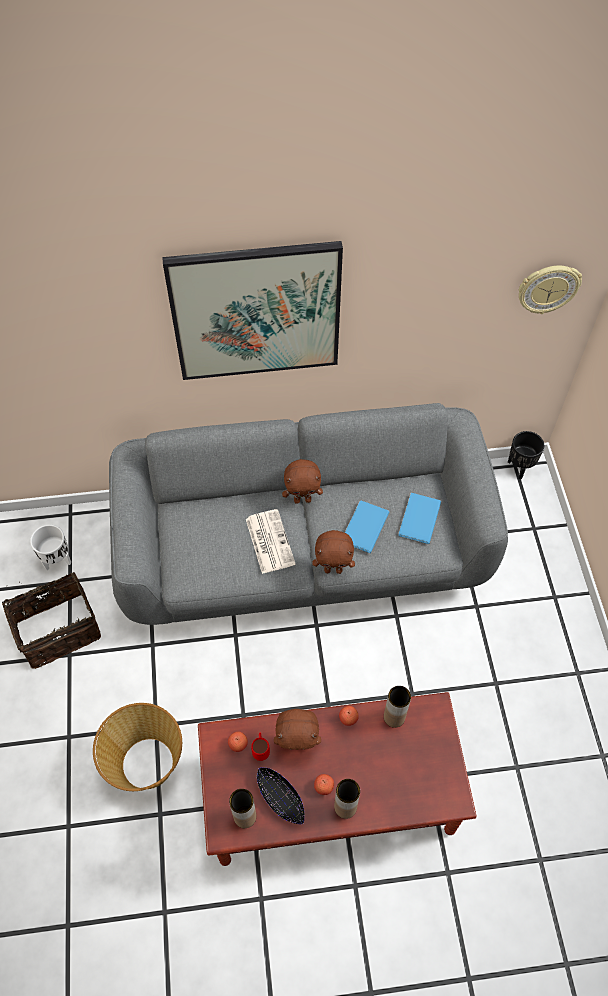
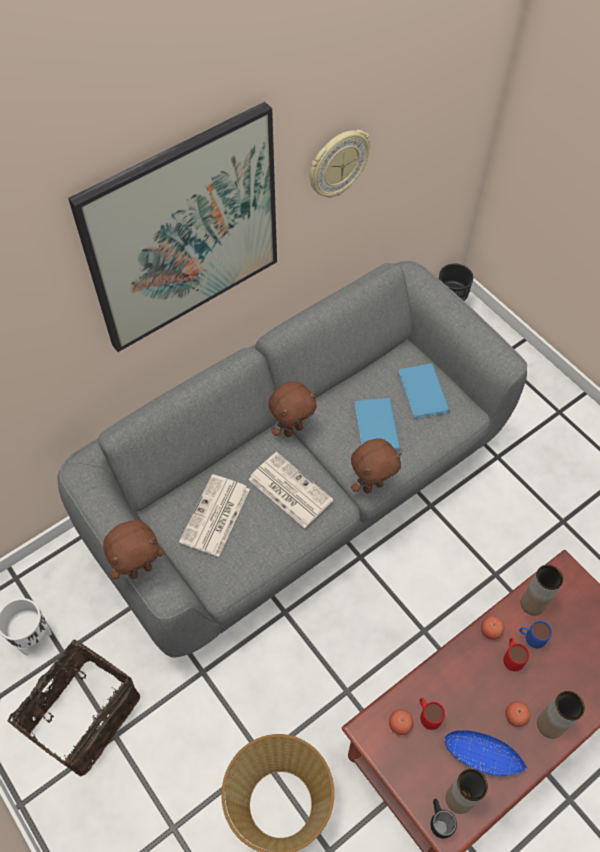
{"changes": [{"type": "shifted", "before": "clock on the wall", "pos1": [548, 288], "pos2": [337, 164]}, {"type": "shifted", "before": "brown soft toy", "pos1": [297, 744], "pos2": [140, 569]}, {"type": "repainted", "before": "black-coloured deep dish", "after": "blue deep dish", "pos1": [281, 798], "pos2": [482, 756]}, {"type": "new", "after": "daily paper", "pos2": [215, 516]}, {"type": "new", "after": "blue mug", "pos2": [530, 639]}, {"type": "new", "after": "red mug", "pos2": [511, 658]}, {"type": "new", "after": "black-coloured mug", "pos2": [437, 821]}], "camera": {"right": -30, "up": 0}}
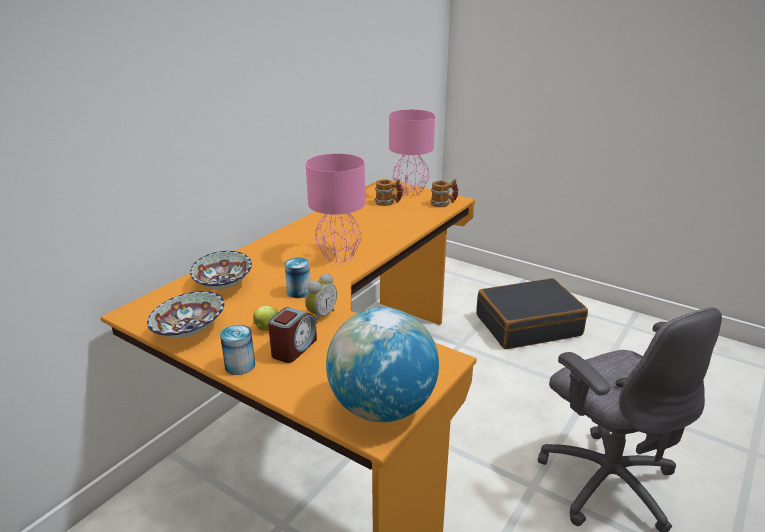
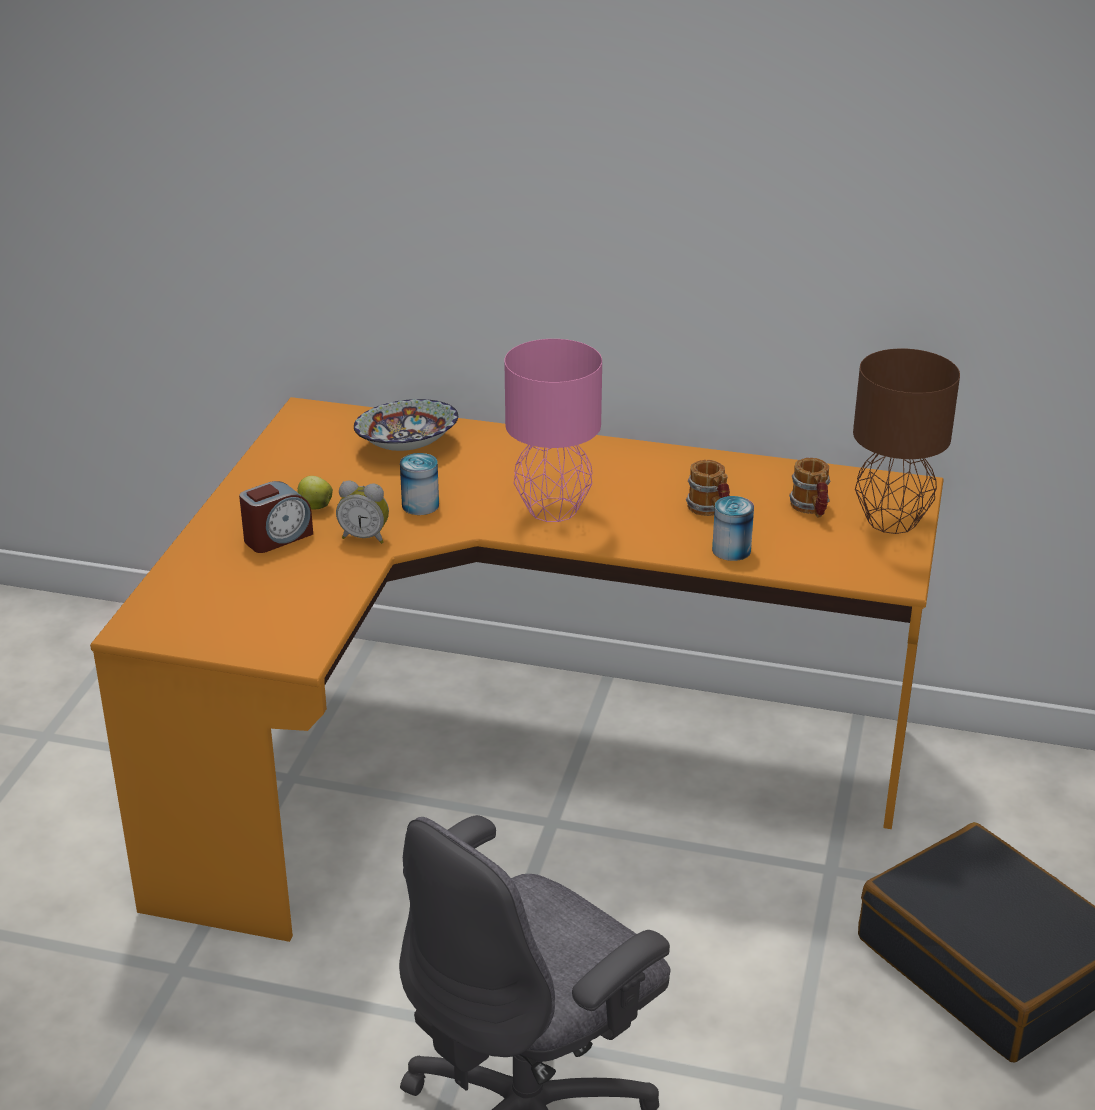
{"changes": [{"type": "repainted", "before": "pink-coloured lamp for a table", "after": "brown lamp for a table", "pos1": [411, 191], "pos2": [893, 521]}, {"type": "shifted", "before": "mug", "pos1": [443, 203], "pos2": [710, 510]}, {"type": "gone", "before": "deep dish", "pos1": [190, 331]}, {"type": "rotated", "before": "alarm clock", "pos1": [293, 348], "pos2": [277, 537], "turn": -45}, {"type": "gone", "before": "world globe", "pos1": [382, 408]}, {"type": "shifted", "before": "sealed can", "pos1": [240, 365], "pos2": [731, 550]}], "camera": {"right": 70, "up": 5}}
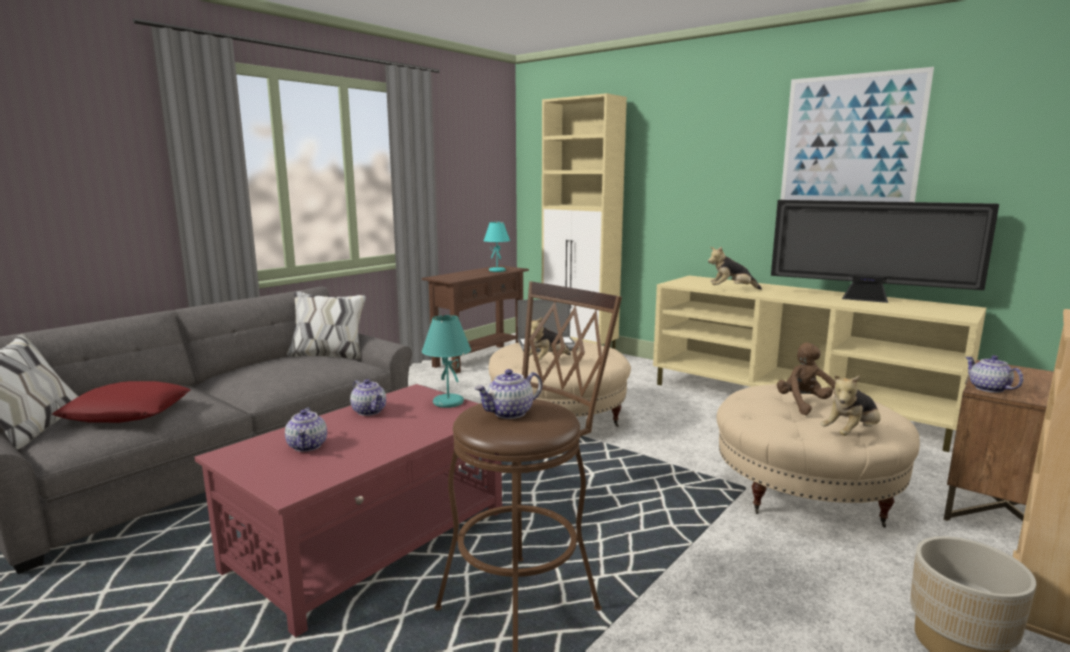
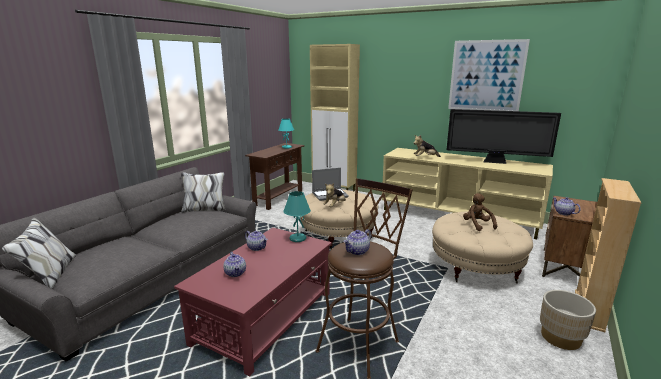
{"changes": [{"type": "gone", "before": "soft toy", "pos1": [851, 433]}, {"type": "gone", "before": "red throw pillow", "pos1": [126, 412]}], "camera": {"right": -10, "up": 5}}
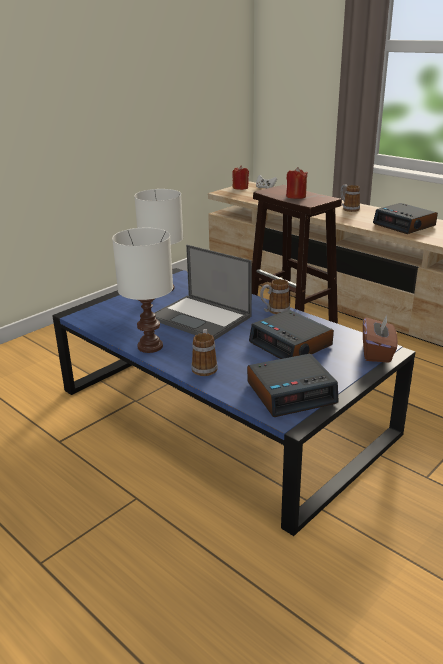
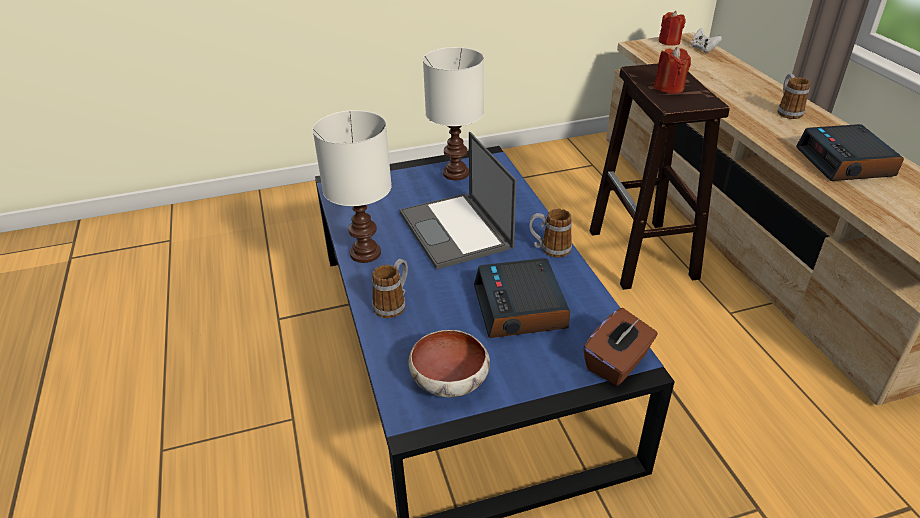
{"changes": [{"type": "swapped", "before": "alarm clock", "after": "deep dish", "pos1": [291, 392], "pos2": [451, 381]}], "camera": {"right": 30, "up": 10}}
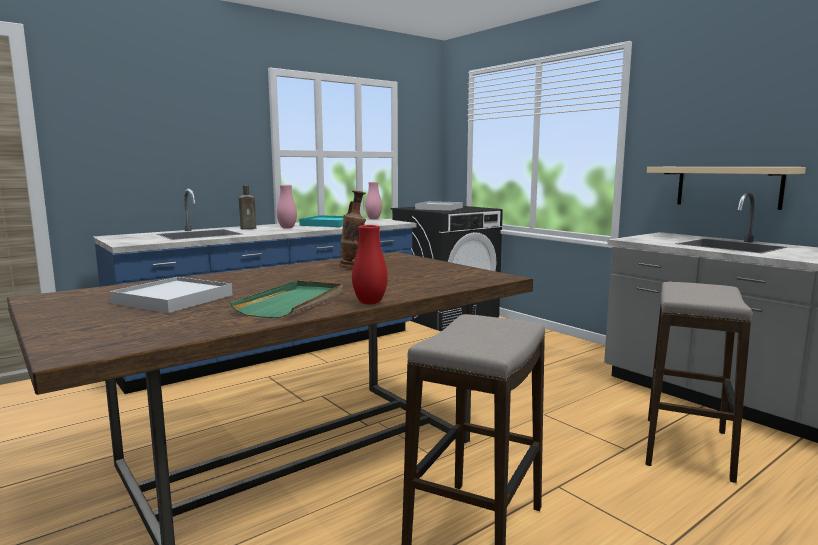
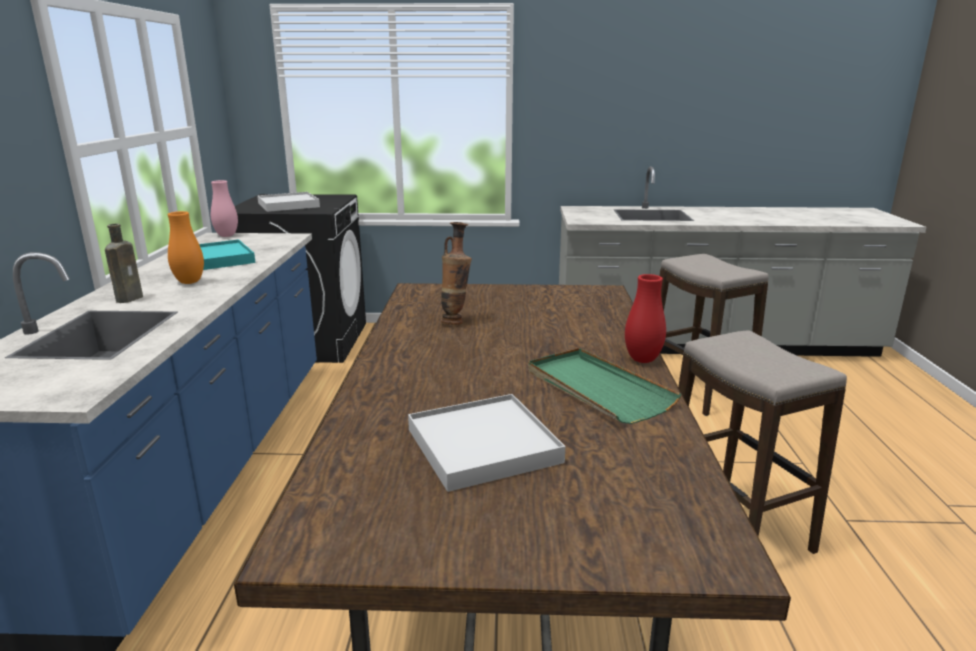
{"changes": [{"type": "gone", "before": "beige shelf", "pos1": [728, 186]}, {"type": "repainted", "before": "pink-coloured flower vase", "after": "orange flower vase", "pos1": [287, 228], "pos2": [189, 282]}], "camera": {"right": -50, "up": 10}}
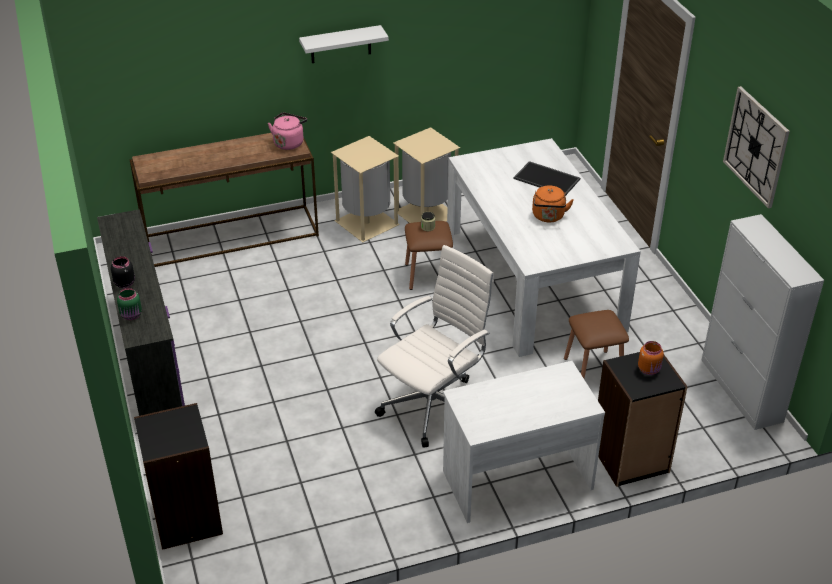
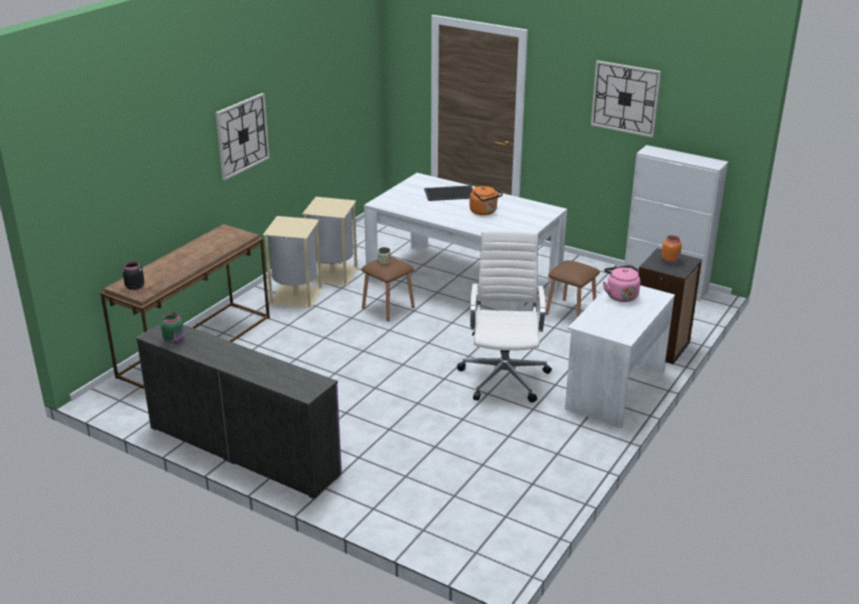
{"changes": [{"type": "swapped", "before": "white-coloured shelf", "after": "clock on the wall", "pos1": [340, 44], "pos2": [242, 135]}, {"type": "shifted", "before": "pink-coloured kettle", "pos1": [289, 142], "pos2": [620, 295]}, {"type": "shifted", "before": "black-coloured storage jar", "pos1": [125, 283], "pos2": [134, 287]}, {"type": "shifted", "before": "green-coloured storage jar", "pos1": [132, 315], "pos2": [174, 340]}, {"type": "gone", "before": "black-coloured bookshelf", "pos1": [186, 518]}], "camera": {"right": -40, "up": -10}}
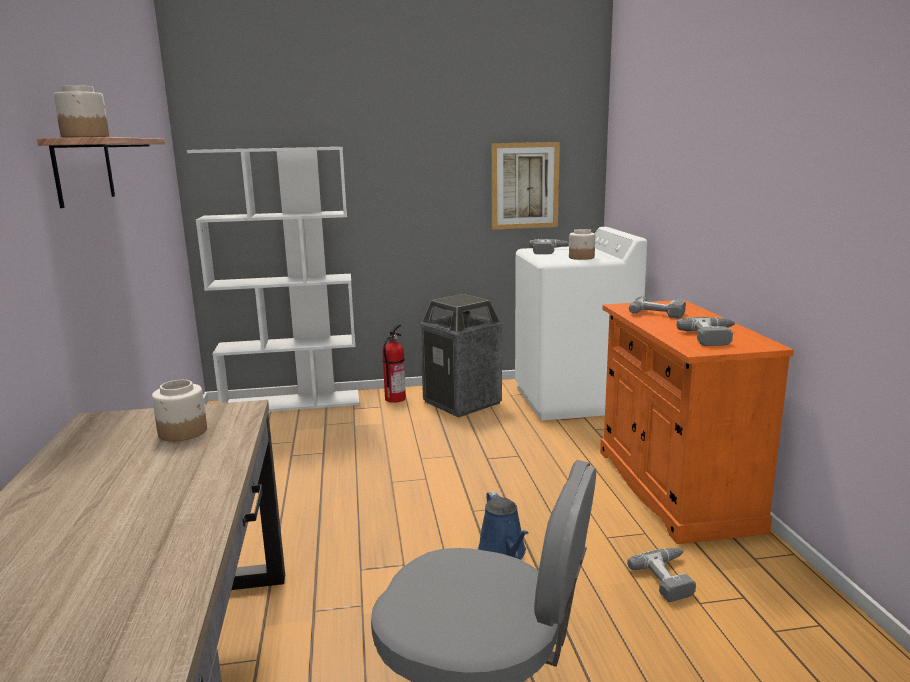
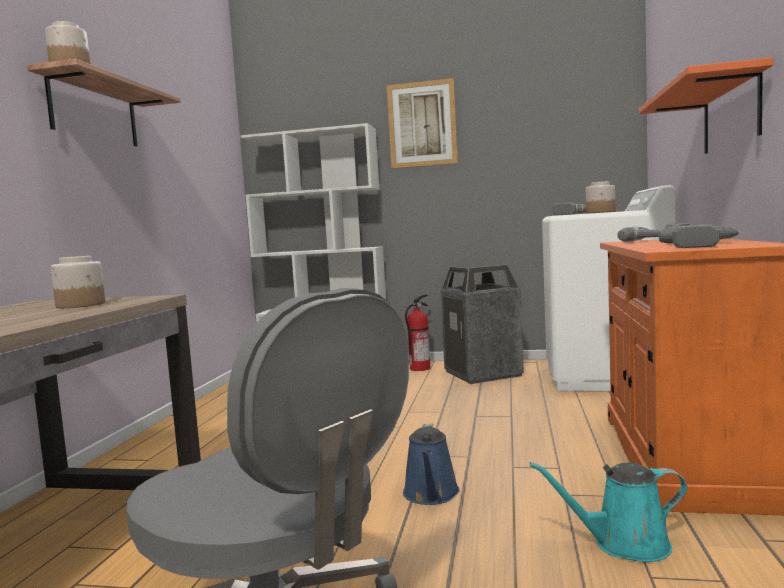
{"changes": [{"type": "shifted", "before": "wall art", "pos1": [525, 186], "pos2": [422, 124]}, {"type": "swapped", "before": "drill", "after": "turquoise-coloured sprinkling can", "pos1": [670, 578], "pos2": [624, 544]}, {"type": "new", "after": "orange shelf", "pos2": [730, 114]}], "camera": {"right": 20, "up": -10}}
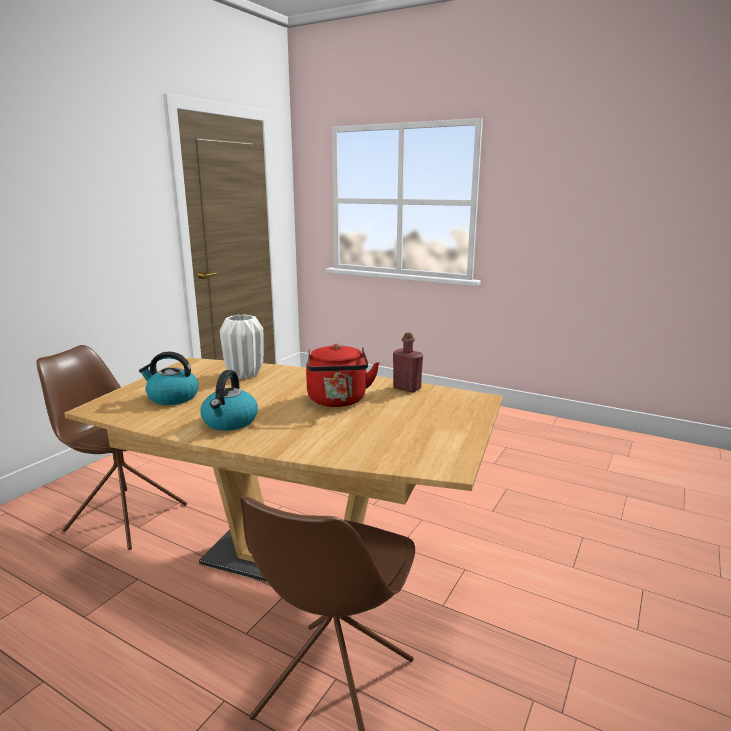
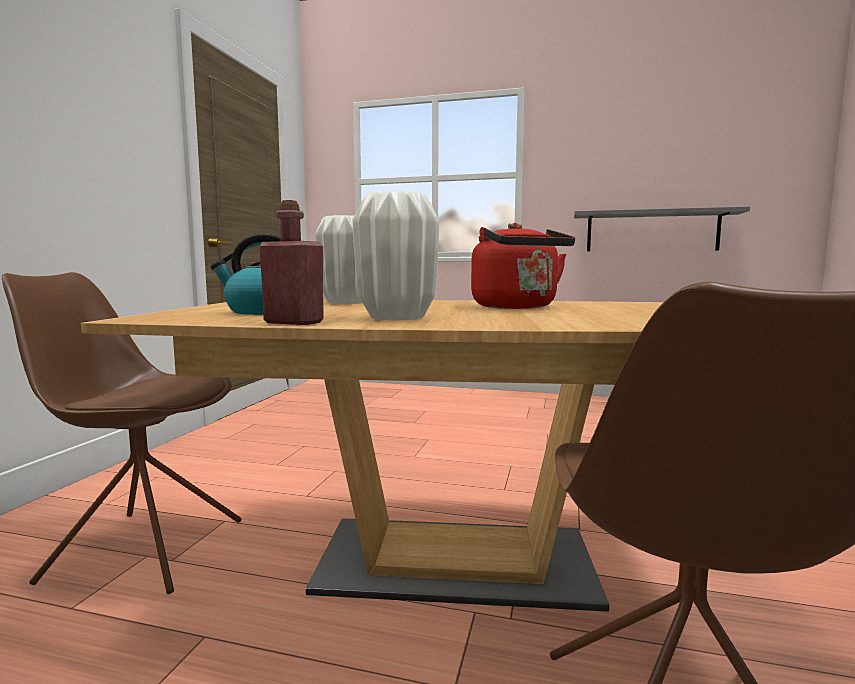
{"changes": [{"type": "shifted", "before": "red beverage bottle", "pos1": [407, 388], "pos2": [294, 322]}, {"type": "swapped", "before": "kettle", "after": "white-coloured flower vase", "pos1": [230, 422], "pos2": [397, 318]}, {"type": "new", "after": "greyish shelf", "pos2": [652, 231]}], "camera": {"right": -15, "up": -10}}
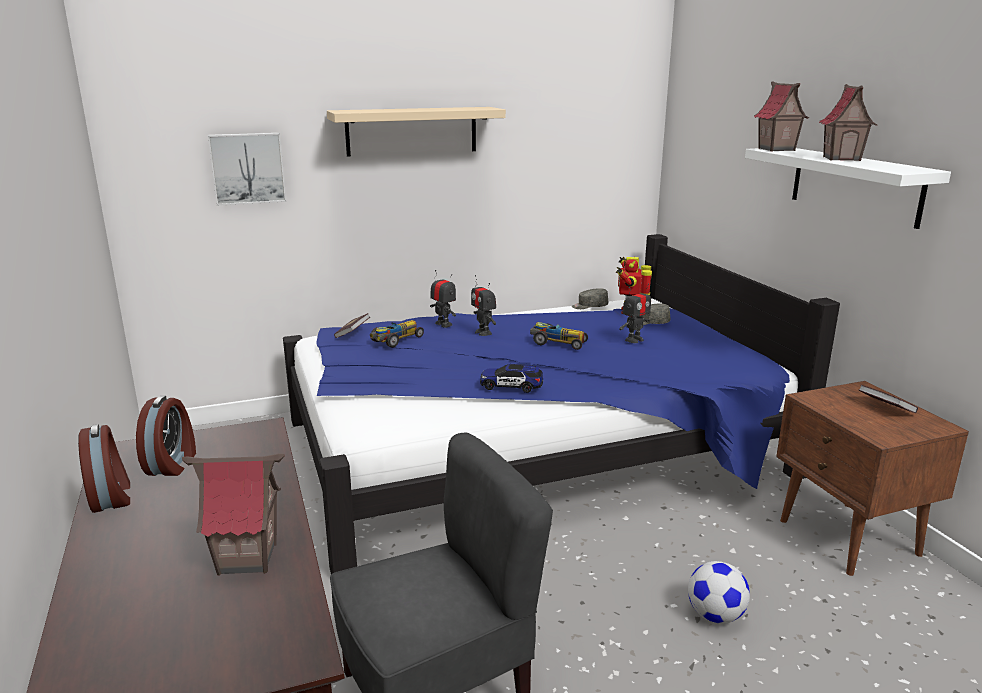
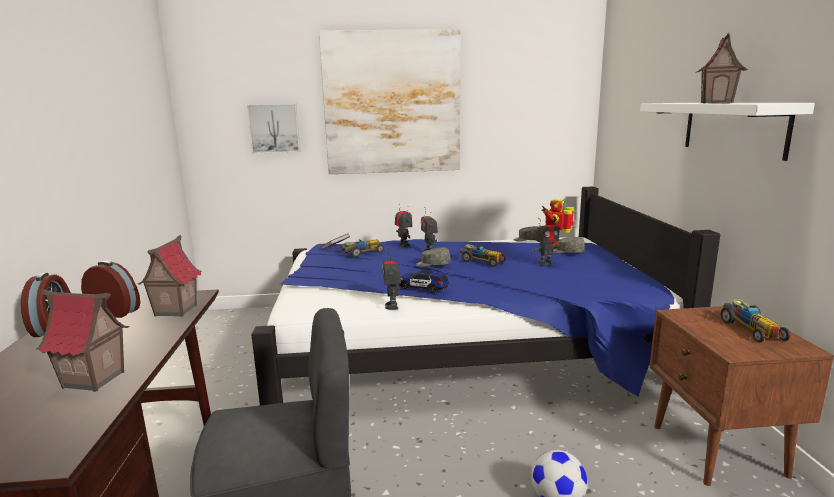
{"changes": [{"type": "shifted", "before": "model house", "pos1": [776, 149], "pos2": [175, 310]}, {"type": "swapped", "before": "beige shelf", "after": "wall art", "pos1": [412, 131], "pos2": [392, 103]}, {"type": "swapped", "before": "book", "after": "toy car", "pos1": [885, 408], "pos2": [750, 329]}, {"type": "rotated", "before": "alarm clock", "pos1": [172, 463], "pos2": [116, 311], "turn": -90}, {"type": "new", "after": "greyish cap", "pos2": [433, 264]}, {"type": "new", "after": "toy robot", "pos2": [392, 306]}], "camera": {"right": 15, "up": -5}}
